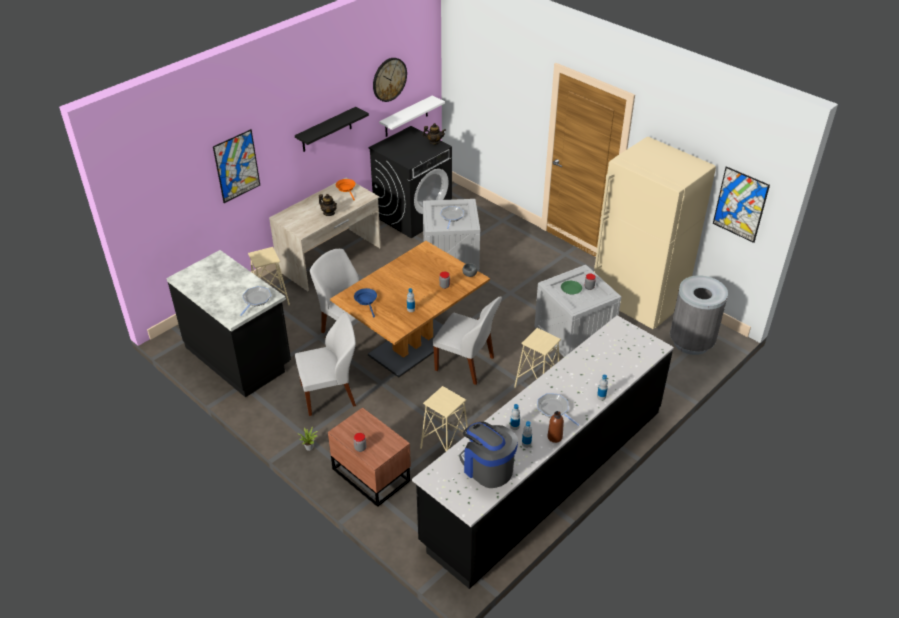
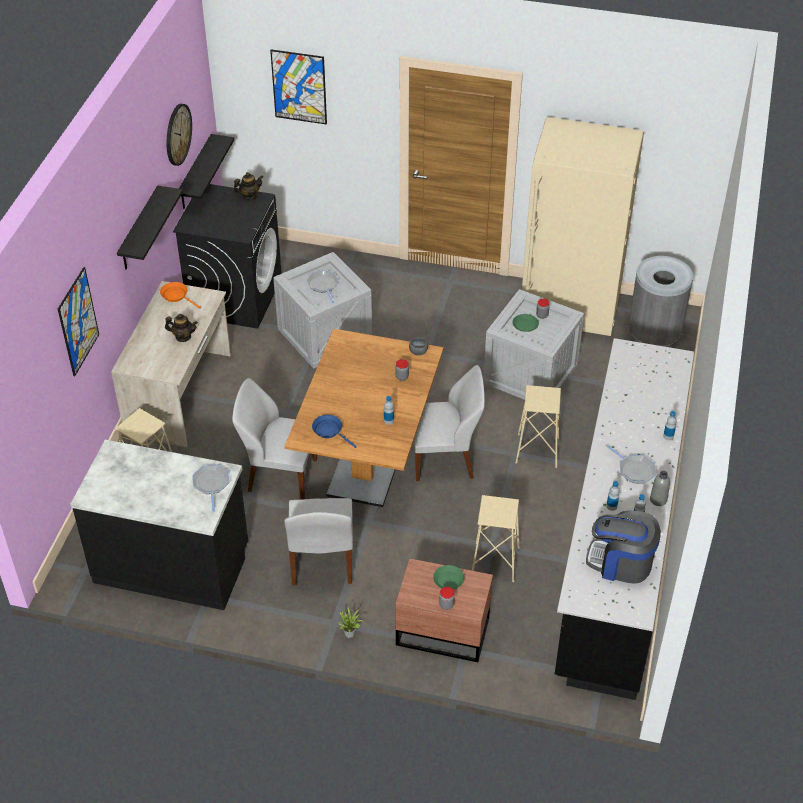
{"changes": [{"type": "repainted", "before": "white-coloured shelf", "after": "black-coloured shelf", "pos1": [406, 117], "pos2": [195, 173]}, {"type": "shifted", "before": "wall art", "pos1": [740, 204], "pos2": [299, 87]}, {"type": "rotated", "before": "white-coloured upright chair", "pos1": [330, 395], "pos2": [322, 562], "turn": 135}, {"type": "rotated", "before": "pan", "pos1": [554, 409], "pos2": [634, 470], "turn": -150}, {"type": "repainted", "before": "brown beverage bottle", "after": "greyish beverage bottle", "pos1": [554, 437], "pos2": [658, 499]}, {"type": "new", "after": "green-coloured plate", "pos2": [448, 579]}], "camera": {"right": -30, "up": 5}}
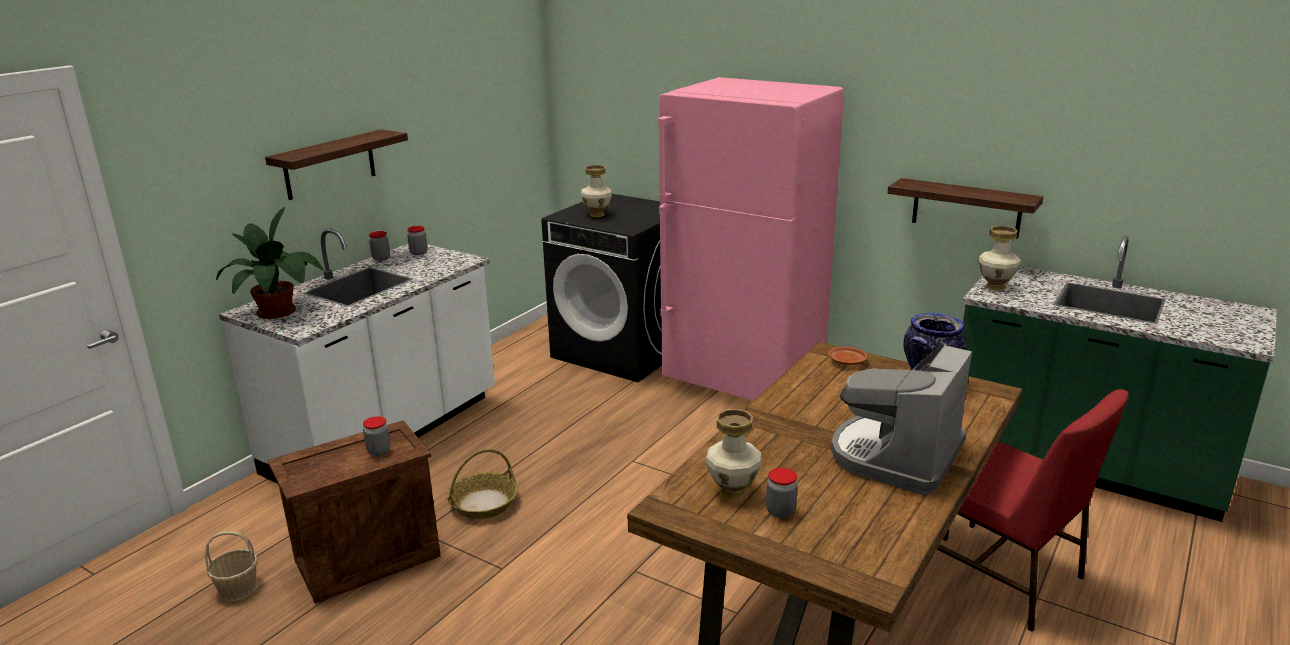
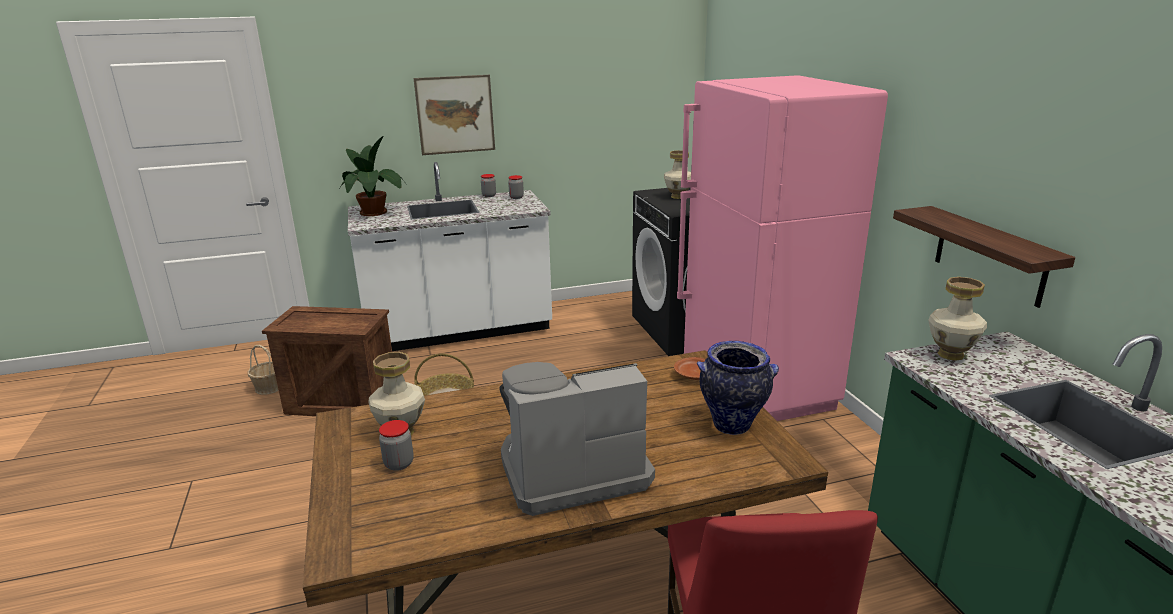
{"changes": [{"type": "swapped", "before": "shelf", "after": "wall art", "pos1": [330, 164], "pos2": [455, 115]}, {"type": "gone", "before": "storage jar", "pos1": [379, 451]}], "camera": {"right": 40, "up": 0}}
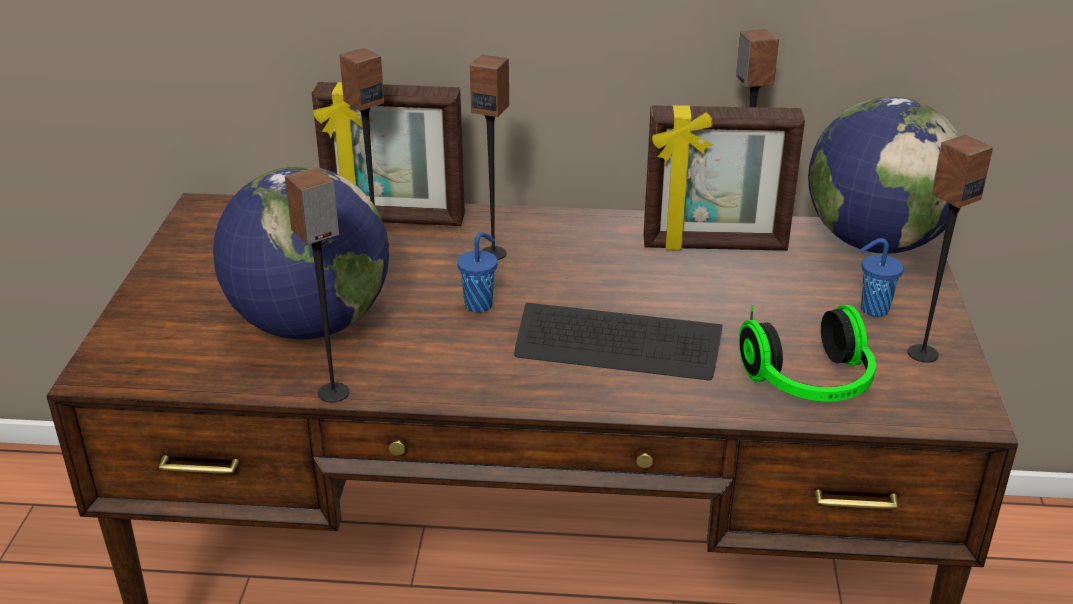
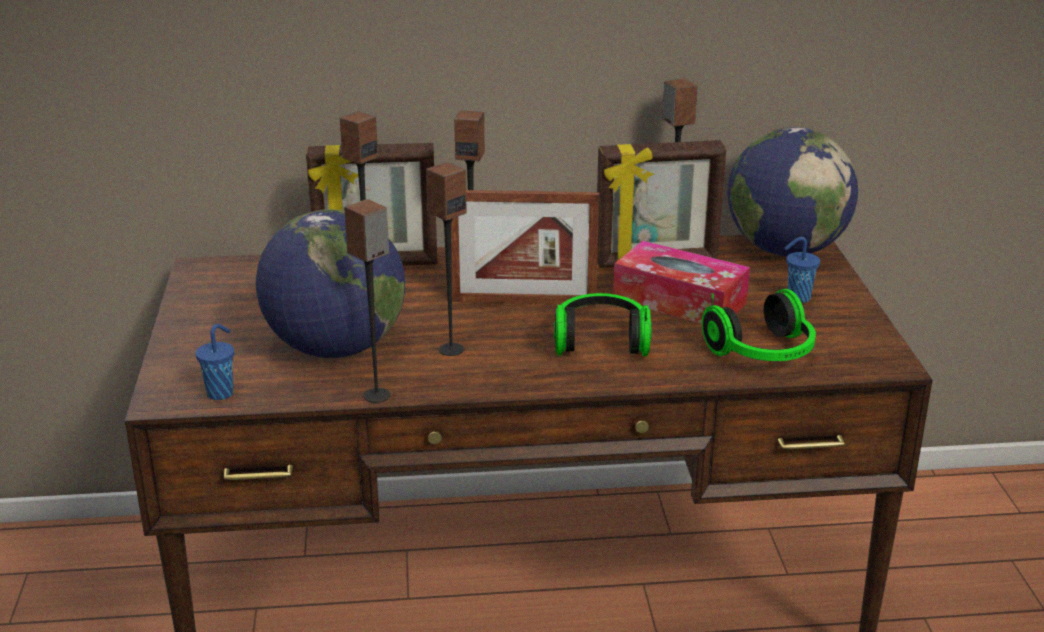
{"changes": [{"type": "shifted", "before": "loudspeaker", "pos1": [922, 353], "pos2": [450, 349]}, {"type": "shifted", "before": "blue drinking cup", "pos1": [480, 304], "pos2": [221, 393]}, {"type": "swapped", "before": "PC keyboard", "after": "pair of headphones", "pos1": [617, 345], "pos2": [601, 341]}, {"type": "new", "after": "picture frame", "pos2": [523, 301]}, {"type": "new", "after": "tissue holder", "pos2": [679, 301]}], "camera": {"right": -10, "up": -5}}
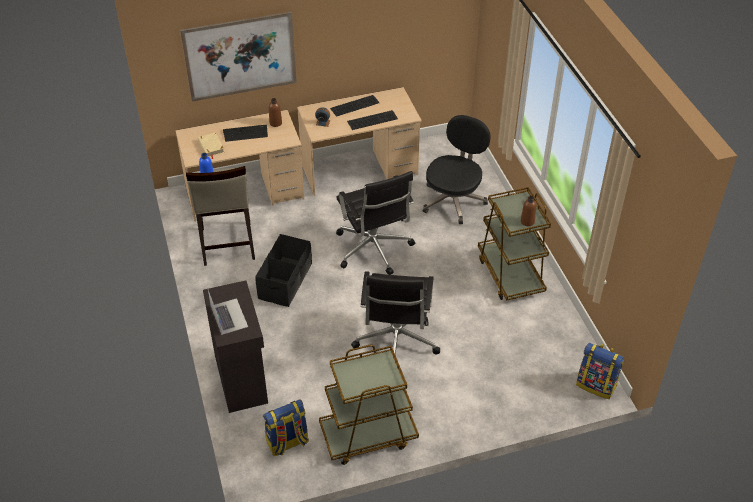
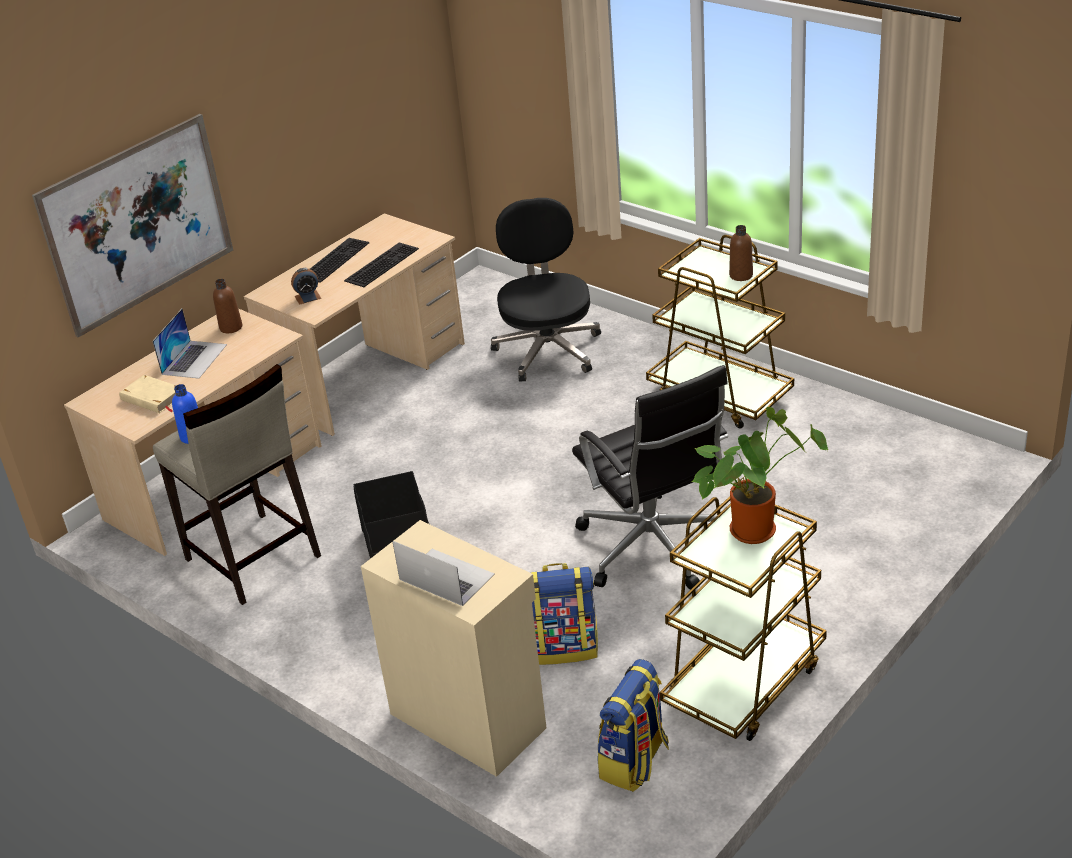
{"changes": [{"type": "swapped", "before": "PC keyboard", "after": "notebook computer", "pos1": [245, 133], "pos2": [194, 359]}, {"type": "gone", "before": "black-coloured office chair", "pos1": [374, 250]}, {"type": "repainted", "before": "black-coloured cabinet", "after": "beige cabinet", "pos1": [242, 378], "pos2": [468, 718]}, {"type": "shifted", "before": "rucksack", "pos1": [596, 385], "pos2": [564, 647]}, {"type": "new", "after": "houseplant", "pos2": [755, 528]}], "camera": {"right": -30, "up": -10}}
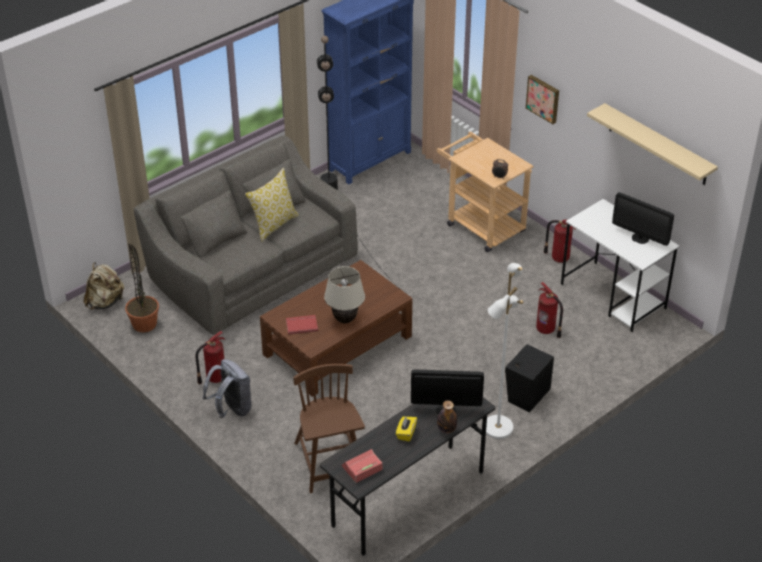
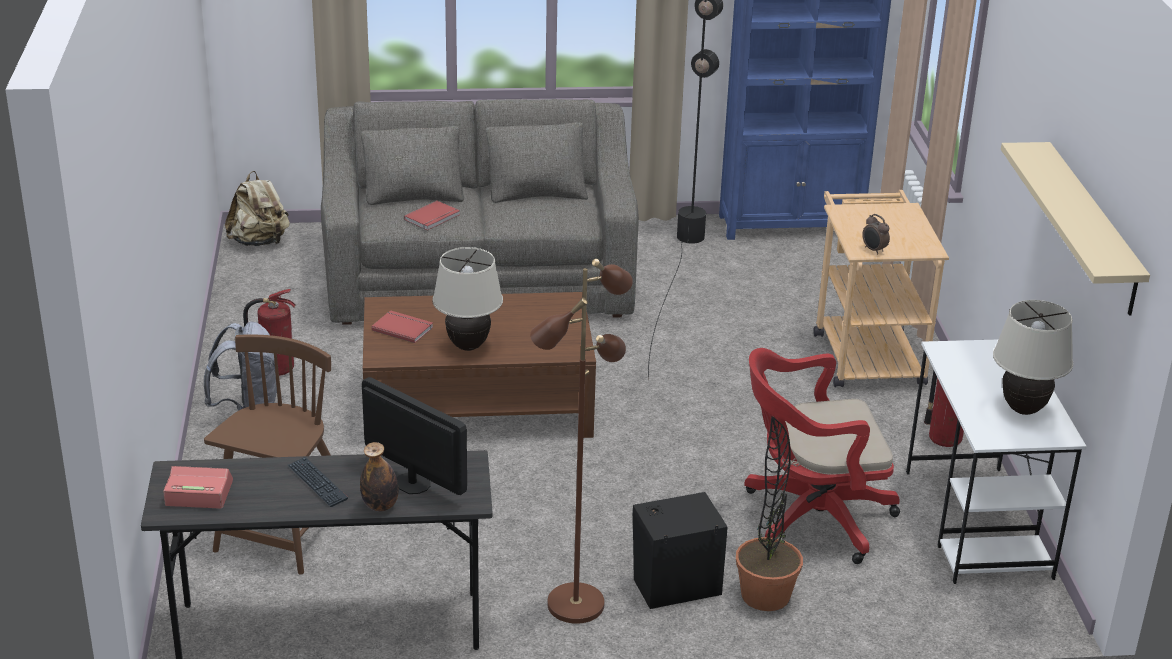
{"changes": [{"type": "gone", "before": "wall art", "pos1": [543, 98]}, {"type": "gone", "before": "throw pillow", "pos1": [274, 224]}, {"type": "swapped", "before": "computer screen", "after": "beige lamp for a table", "pos1": [640, 238], "pos2": [1024, 409]}, {"type": "shifted", "before": "houseplant", "pos1": [144, 324], "pos2": [765, 595]}, {"type": "repainted", "before": "white-coloured standard lamp", "after": "brown standard lamp", "pos1": [497, 427], "pos2": [575, 603]}, {"type": "swapped", "before": "fire extinguisher", "after": "red office chair", "pos1": [546, 330], "pos2": [809, 518]}, {"type": "swapped", "before": "yellow-coloured tissue holder", "after": "PC keyboard", "pos1": [406, 433], "pos2": [317, 483]}, {"type": "new", "after": "red book", "pos2": [433, 218]}], "camera": {"right": 35, "up": -10}}
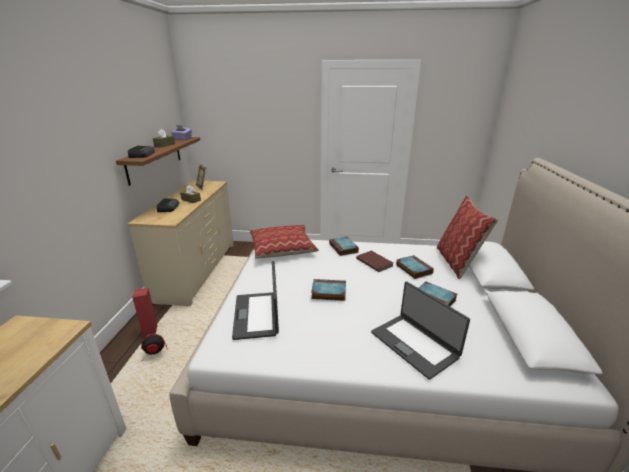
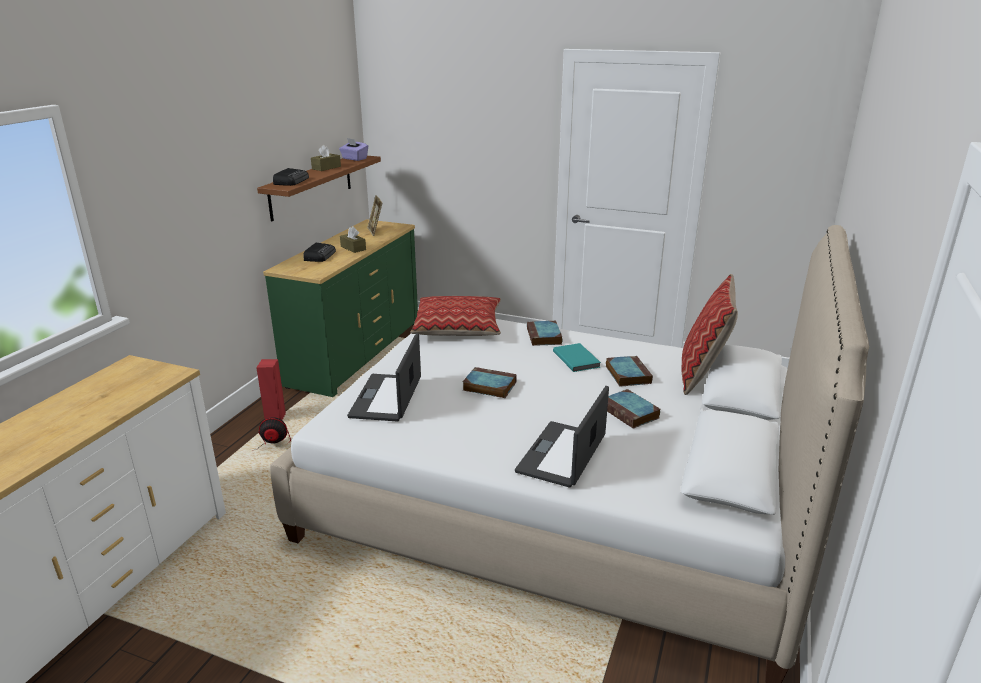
{"changes": [{"type": "repainted", "before": "beige drawer chest", "after": "green-coloured drawer chest", "pos1": [196, 270], "pos2": [355, 353]}, {"type": "repainted", "before": "brown book", "after": "turquoise-coloured book", "pos1": [374, 262], "pos2": [577, 359]}, {"type": "rotated", "before": "notebook computer", "pos1": [414, 344], "pos2": [563, 454], "turn": 45}], "camera": {"right": 15, "up": 0}}
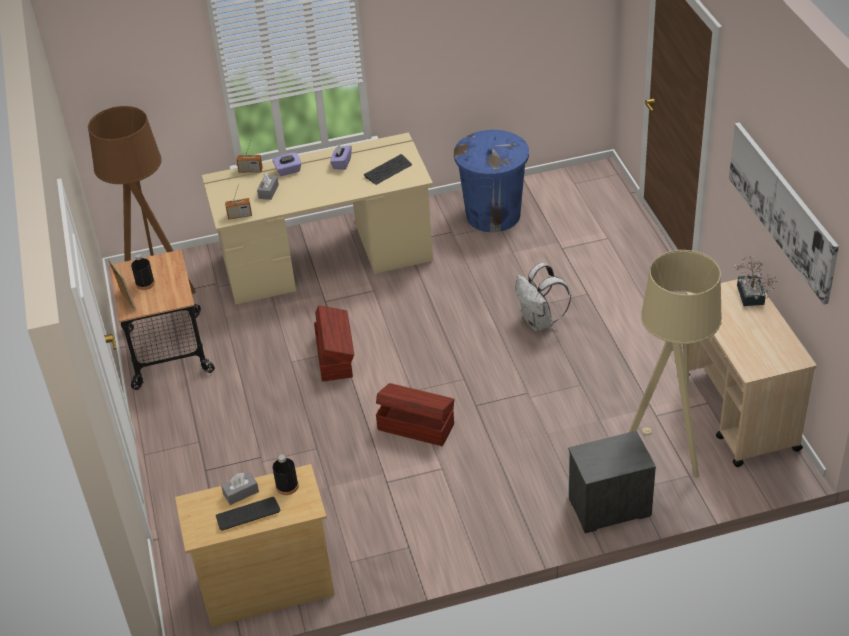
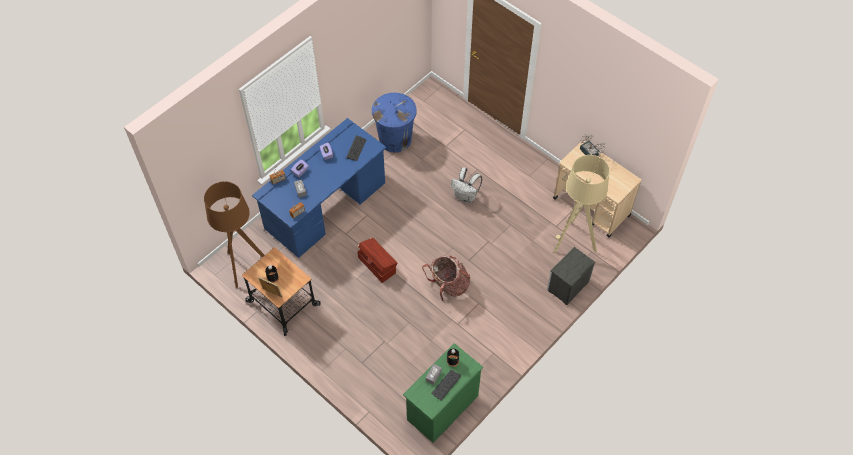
{"changes": [{"type": "gone", "before": "wall art", "pos1": [782, 209]}, {"type": "repainted", "before": "beige desk", "after": "blue desk", "pos1": [326, 258], "pos2": [325, 206]}, {"type": "swapped", "before": "brown storage bin", "after": "rucksack", "pos1": [415, 426], "pos2": [448, 286]}, {"type": "repainted", "before": "beige drawer chest", "after": "green-coloured drawer chest", "pos1": [266, 585], "pos2": [442, 408]}], "camera": {"right": -35, "up": 15}}
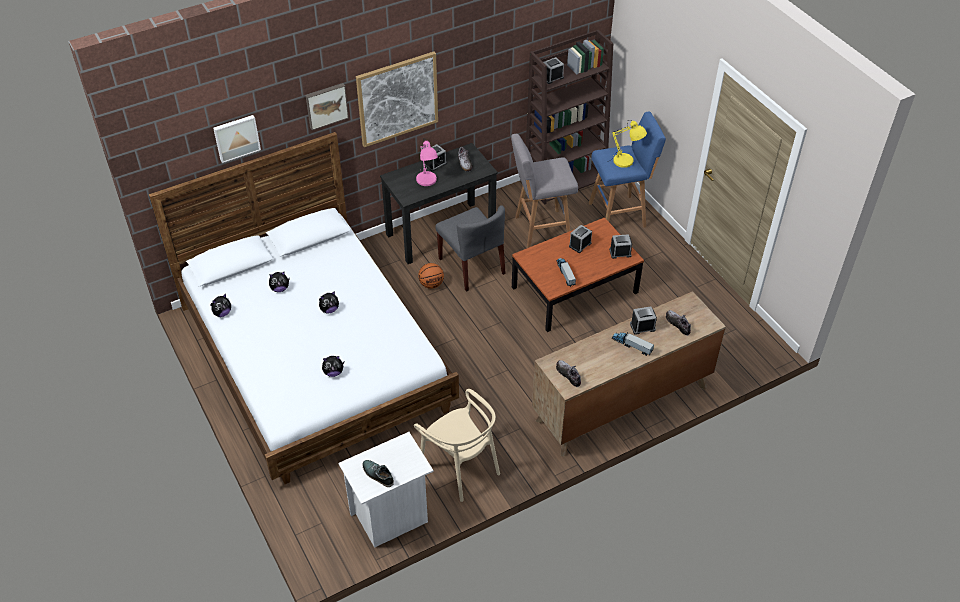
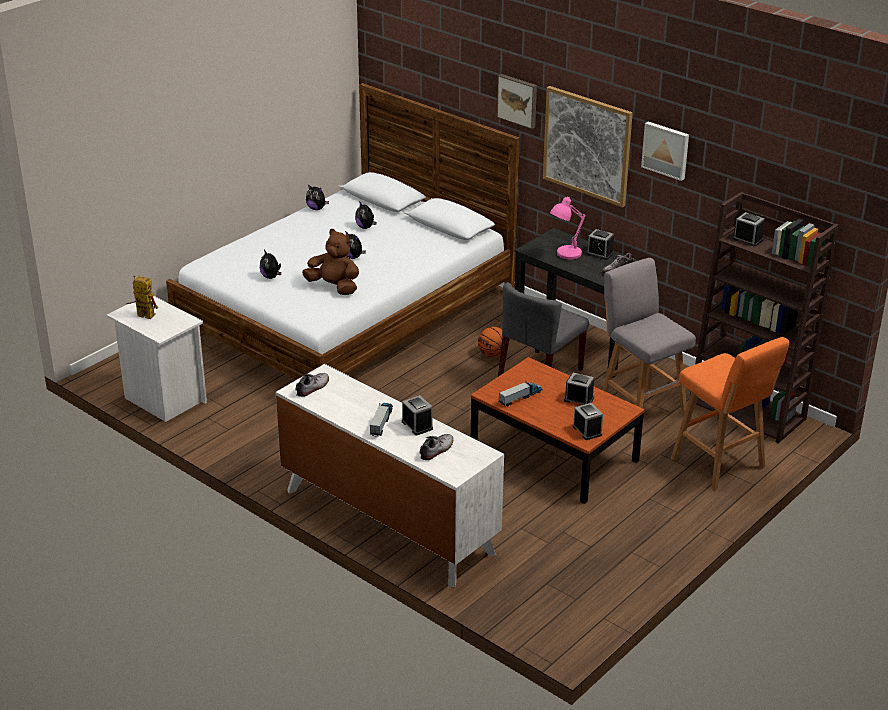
{"changes": [{"type": "repainted", "before": "blue sitting stool", "after": "orange sitting stool", "pos1": [619, 214], "pos2": [720, 464]}, {"type": "shifted", "before": "wall art", "pos1": [236, 137], "pos2": [666, 150]}, {"type": "gone", "before": "yellow-coloured lamp for a table", "pos1": [625, 162]}, {"type": "repainted", "before": "brown drawer chest", "after": "white-coloured drawer chest", "pos1": [621, 404], "pos2": [387, 521]}, {"type": "gone", "before": "beige upright chair", "pos1": [460, 467]}, {"type": "swapped", "before": "item of footwear", "after": "toy robot", "pos1": [377, 475], "pos2": [142, 315]}, {"type": "new", "after": "brown soft toy", "pos2": [334, 287]}], "camera": {"right": 70, "up": -15}}
